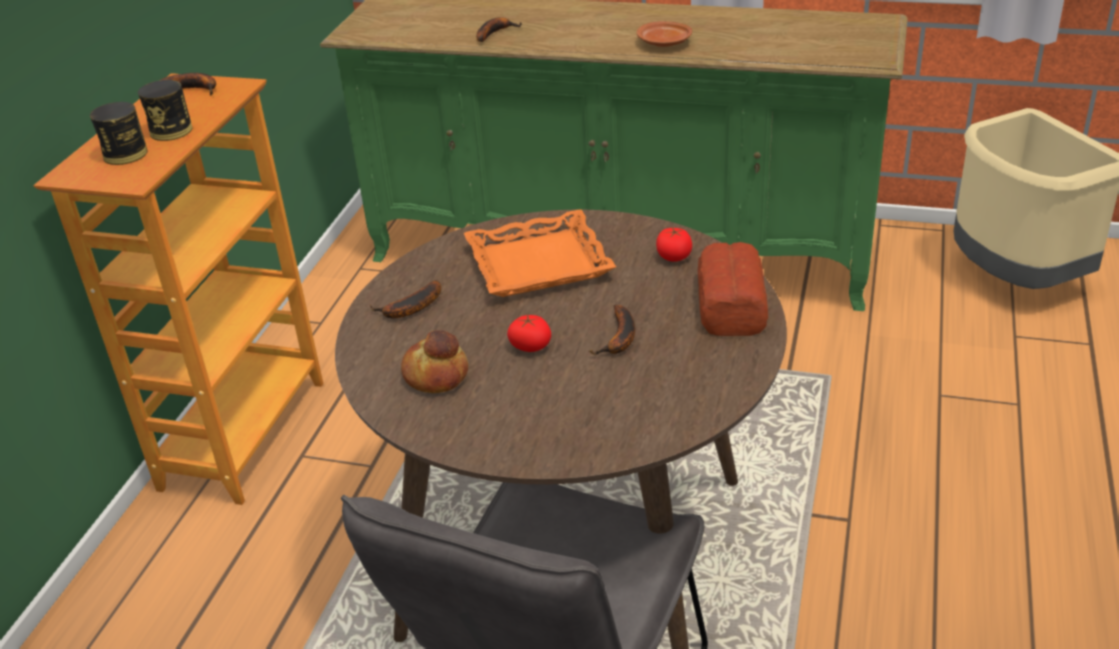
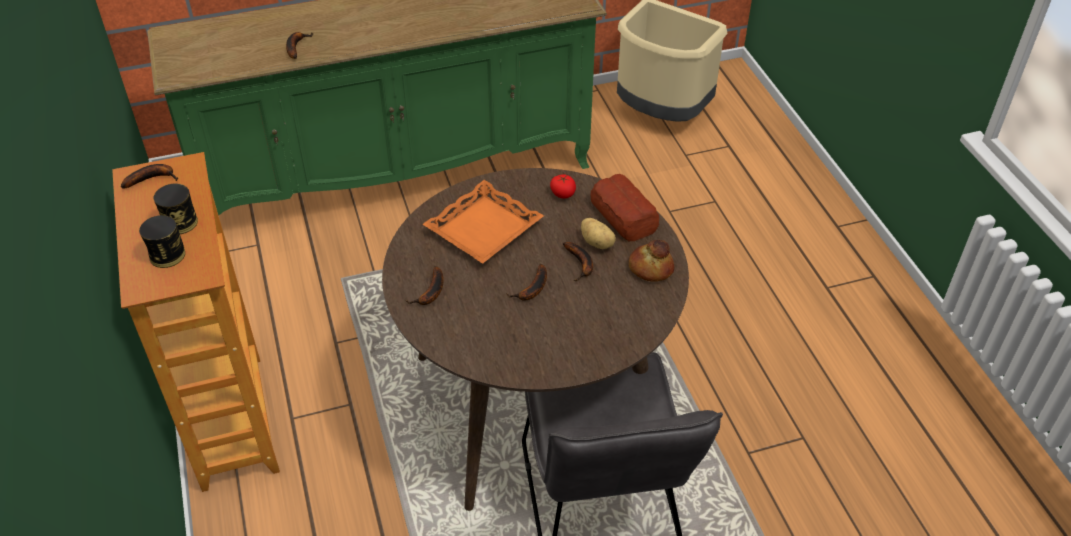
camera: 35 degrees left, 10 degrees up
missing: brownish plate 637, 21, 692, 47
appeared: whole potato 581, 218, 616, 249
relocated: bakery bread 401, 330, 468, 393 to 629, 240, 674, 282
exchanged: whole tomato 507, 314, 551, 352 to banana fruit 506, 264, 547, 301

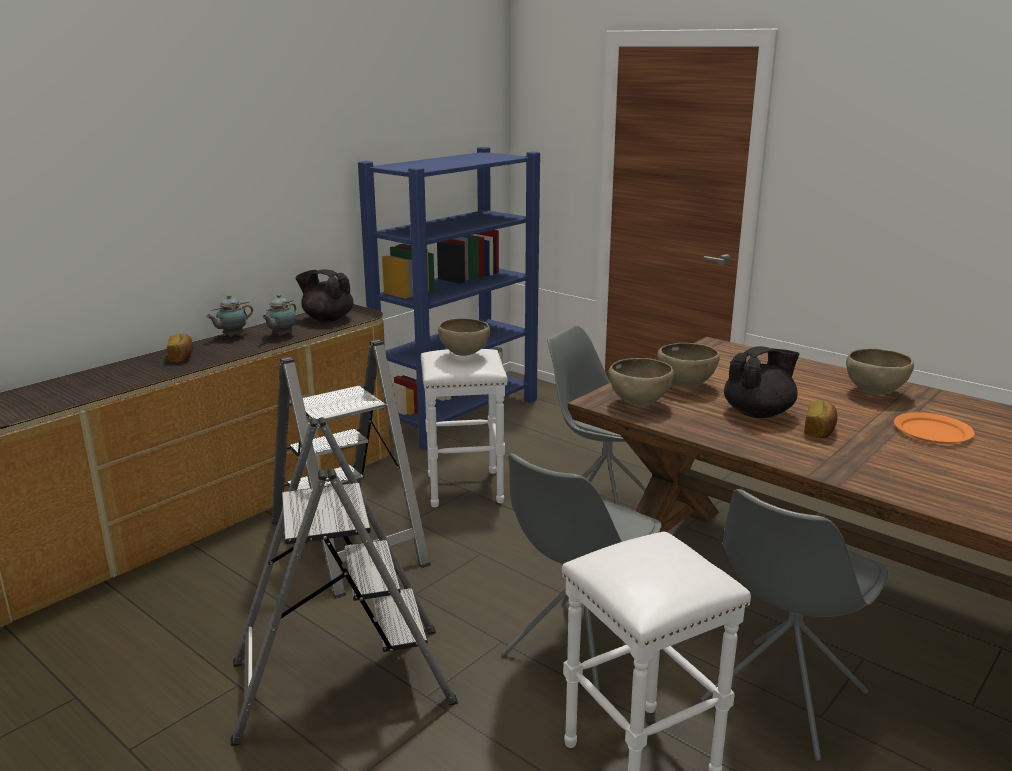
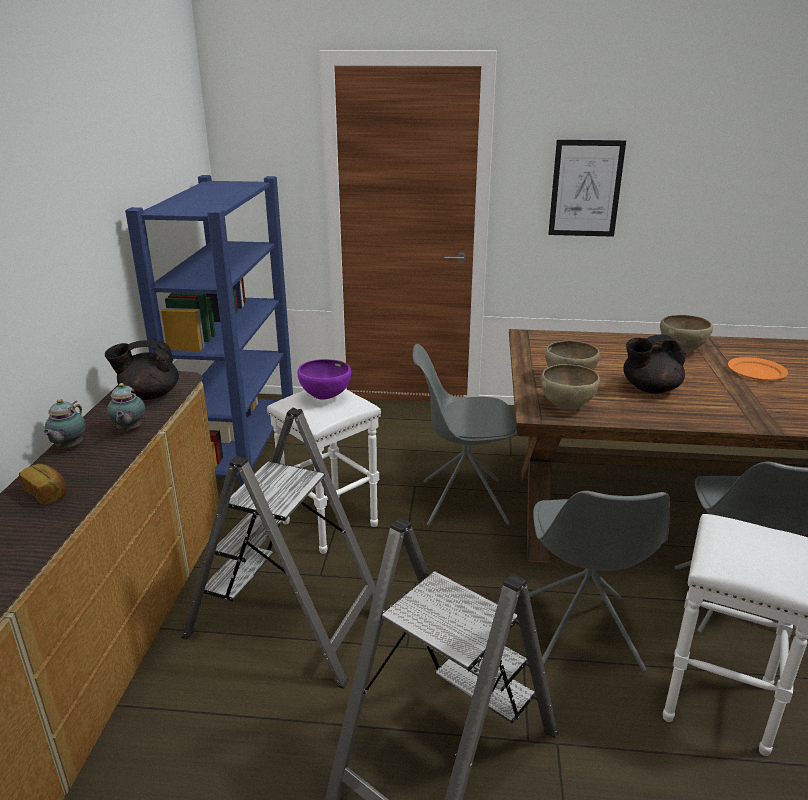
camera: 35 degrees left, 5 degrees up
missing: bakery bread 804, 401, 837, 438
appeared: wall art 548, 140, 626, 237
colour: brownish deep dish 438, 318, 490, 356 to purplish deep dish 297, 359, 351, 400
spun: blackish teapot 724, 346, 800, 418 = 623, 334, 686, 394 135 degrees counterclockwise

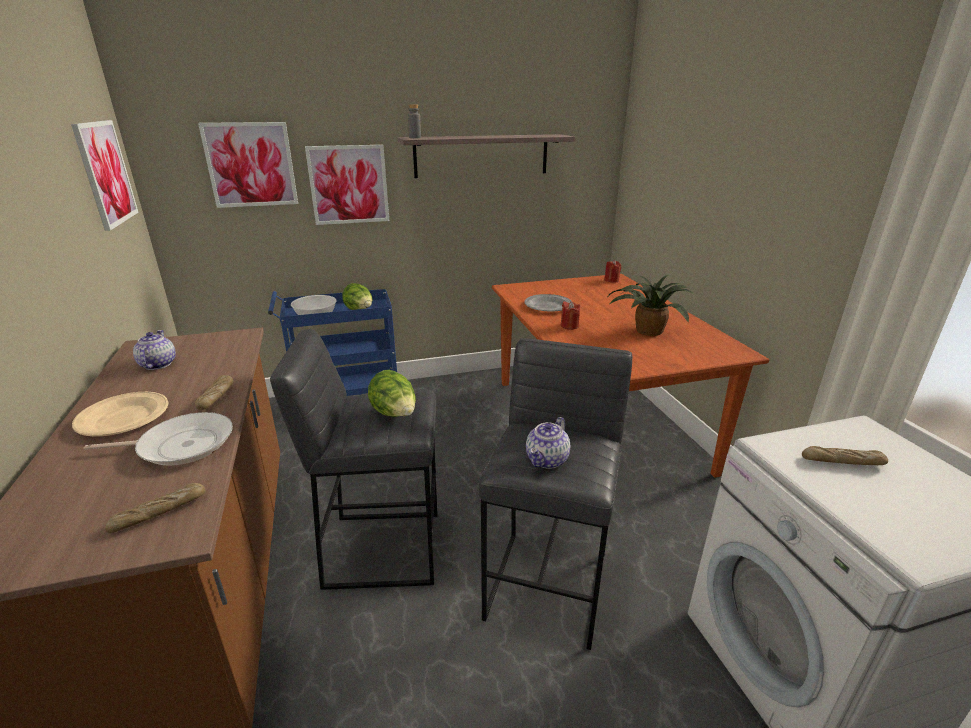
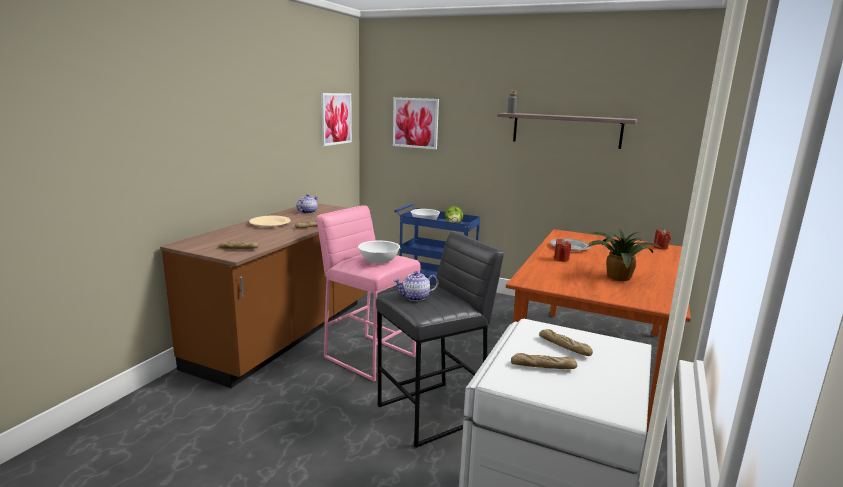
camera: 40 degrees right, 10 degrees down
missing: pan 84, 412, 233, 466; wall art 305, 145, 389, 225
appeared: bakery bread 511, 353, 577, 369
exchanged: lettuce head 368, 370, 416, 417 to whitish deep dish 358, 241, 400, 263
colour: gray stool 270, 329, 437, 590 to pink-coloured stool 317, 206, 421, 382

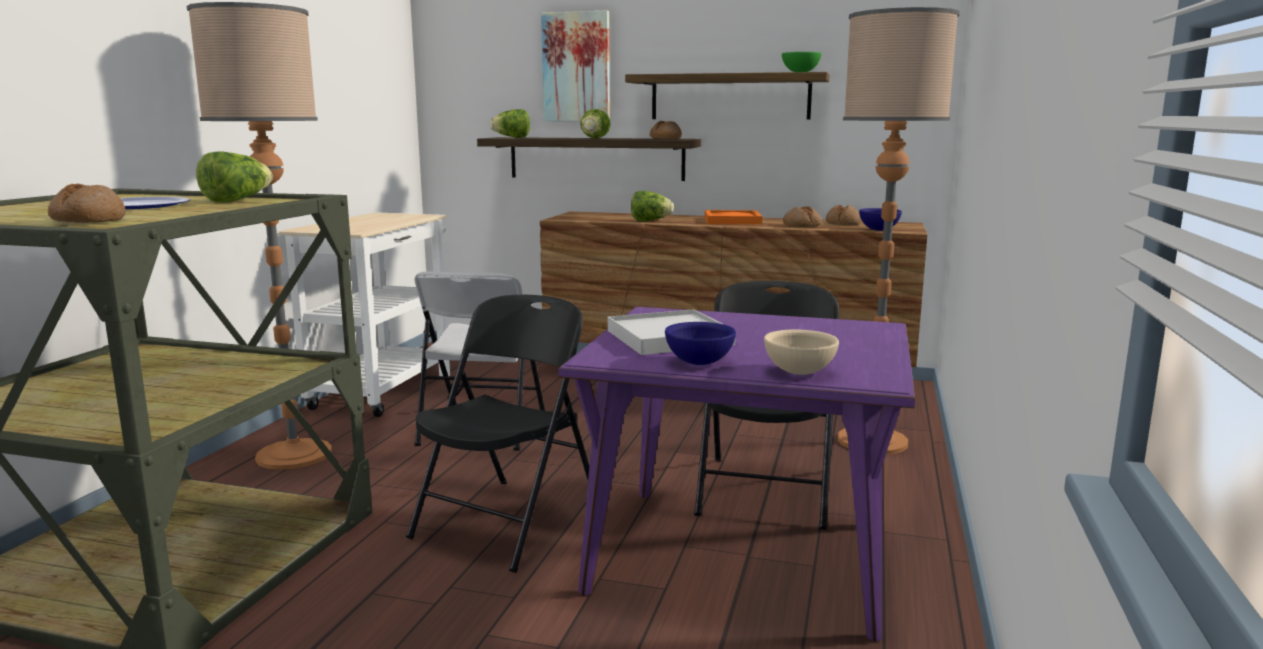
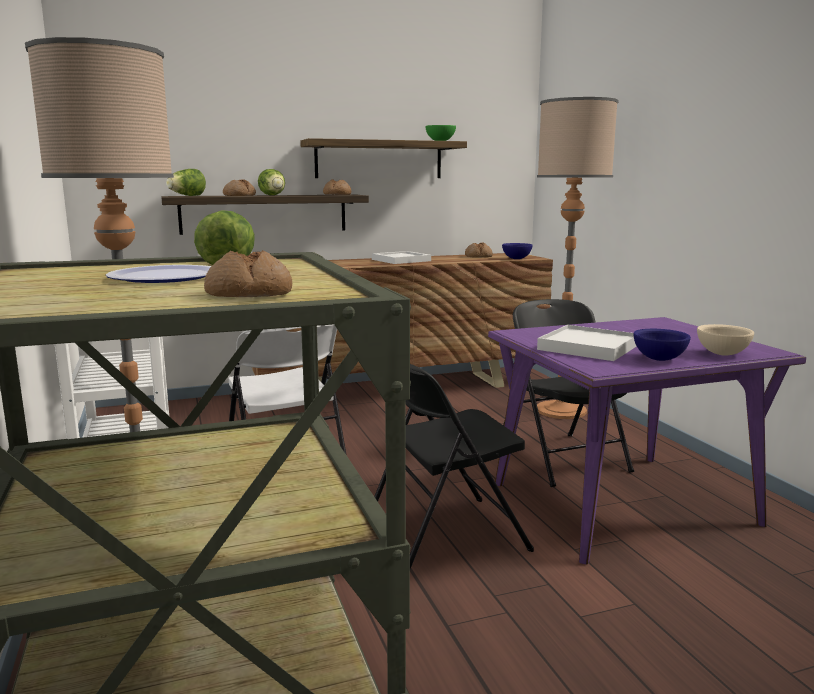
camera: 35 degrees left, 0 degrees up
missing: wall art 541, 10, 610, 121; lettuce head 631, 191, 674, 221
relocated: bakery bread 783, 206, 822, 227 to 223, 179, 256, 196
colour: orangey tray 705, 210, 762, 224 to whitish tray 372, 251, 431, 264
spun: blackish upright chair 406, 295, 589, 573 = 374, 364, 534, 569 105 degrees counterclockwise

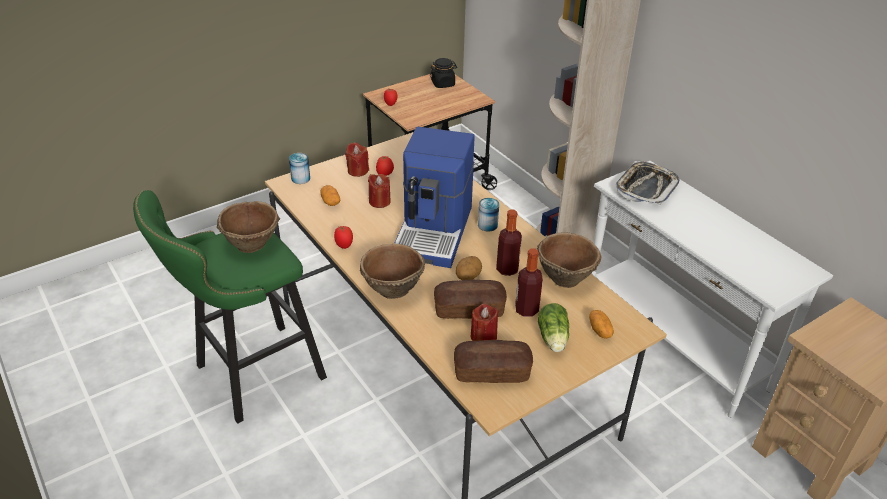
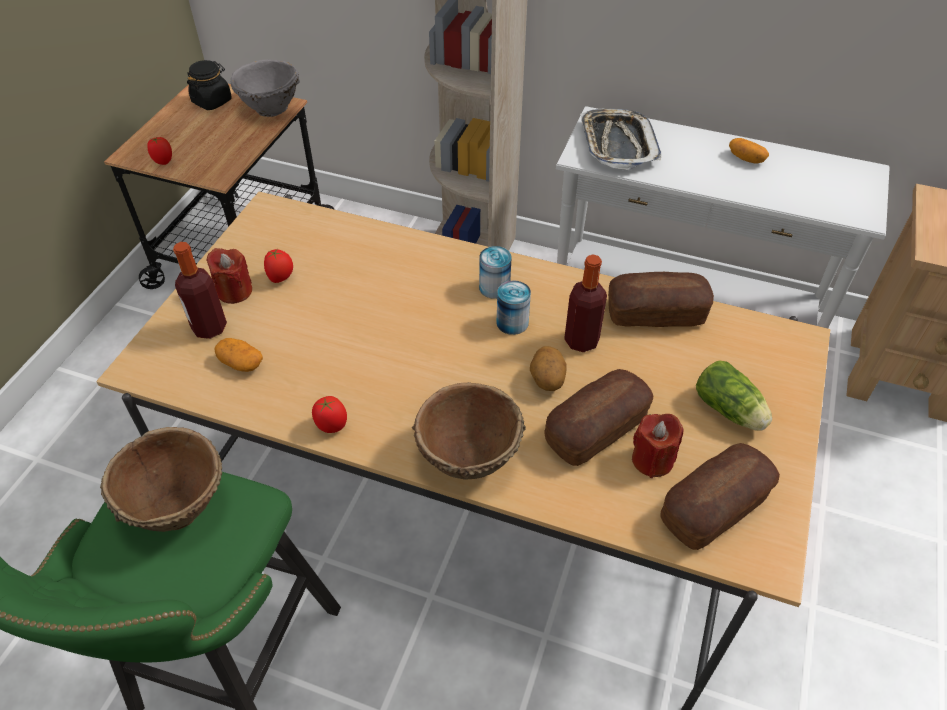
camera: 35 degrees left, 10 degrees up
missing: red-coloured wax candle 368, 174, 391, 208; coffee maker 394, 127, 475, 268
appeared: gray deep dish 231, 59, 300, 117
relocated: drink bottle 515, 248, 543, 317 to 173, 242, 227, 339; metal can 289, 153, 310, 184 to 496, 281, 531, 335; whole potato 589, 310, 614, 339 to 729, 138, 769, 164
exchanged: brownish deep dish 537, 233, 601, 288 to bakery bread 608, 272, 714, 327

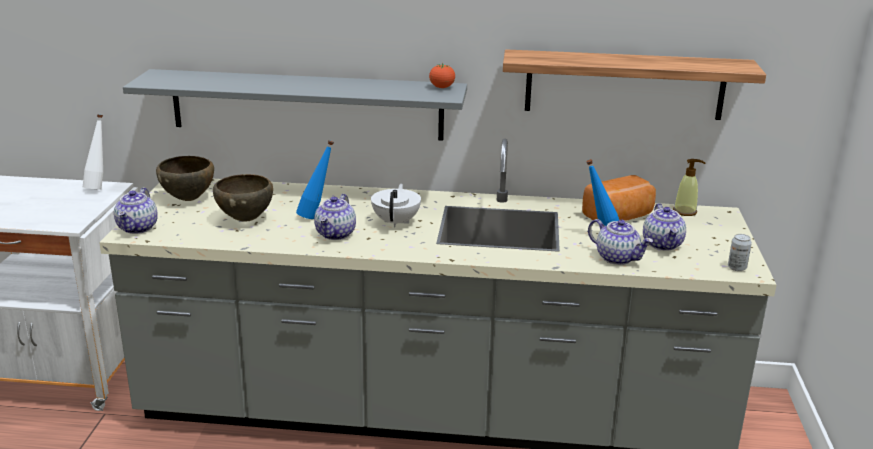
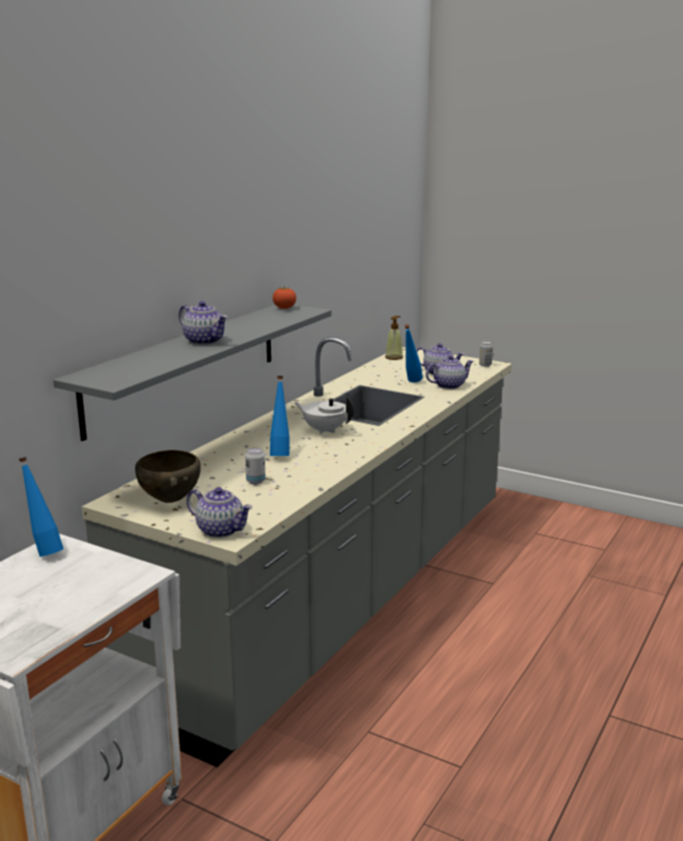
camera: 65 degrees left, 5 degrees down
missing: shelf 503, 49, 766, 120; bakery bread 582, 175, 656, 221
relocated: teapot 314, 194, 356, 240 to 179, 301, 228, 345
exchanged: brownish deep dish 213, 174, 273, 222 to metal can 245, 448, 266, 484
colour: whitish drink bottle 83, 114, 103, 190 to blue-coloured drink bottle 19, 457, 64, 557

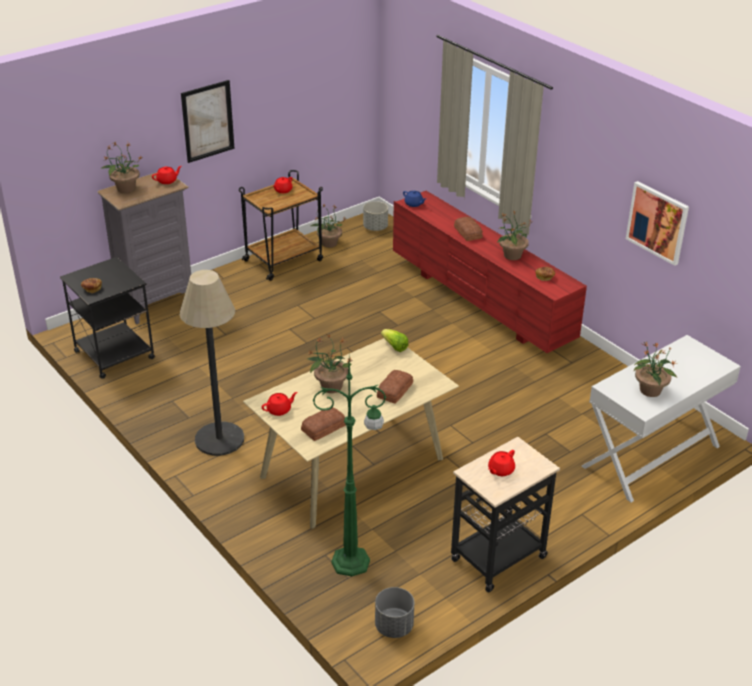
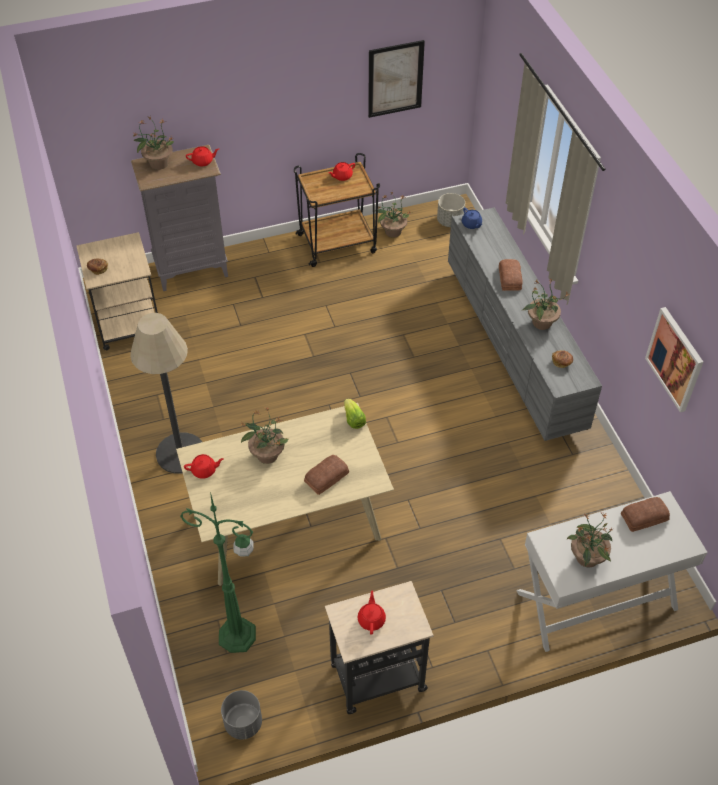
camera: 20 degrees right, 15 degrees up
relocated: wall art 181, 80, 235, 163 to 368, 40, 425, 118; bakery bread 301, 407, 346, 441 to 621, 497, 670, 532
colour: blackish trolley 60, 257, 155, 379 to beige trolley 76, 232, 158, 351; red-coloured cabinet 393, 191, 587, 353 to gray cabinet 448, 208, 602, 441
spun: red-coloured teapot 488, 450, 515, 476 = 358, 591, 386, 635 120 degrees clockwise

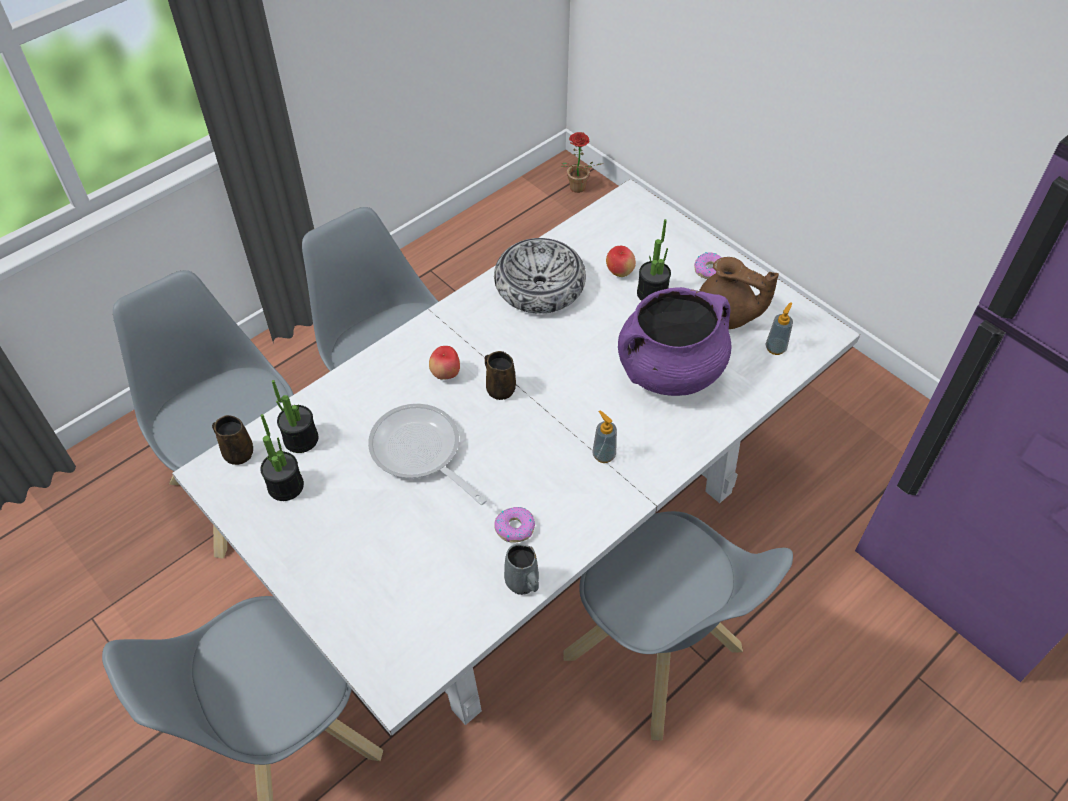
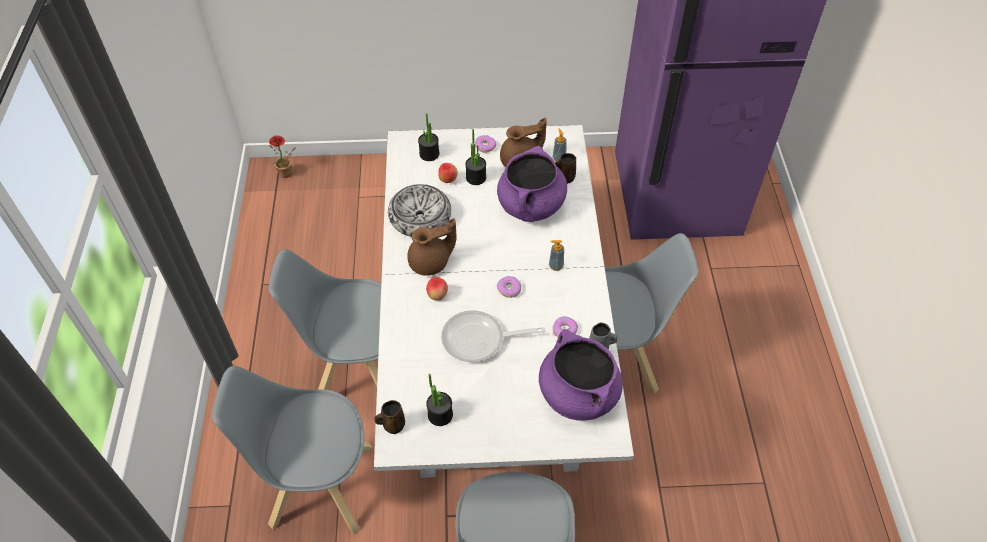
camera: 50 degrees left, 0 degrees up
appeared: brownish teapot 407, 218, 457, 276; donut 497, 276, 521, 298; purplish stockpot 539, 329, 623, 421
relocated: houseplant 272, 380, 318, 453 to 418, 113, 440, 161; brownish coffee mug 485, 351, 516, 400 to 555, 153, 576, 184

